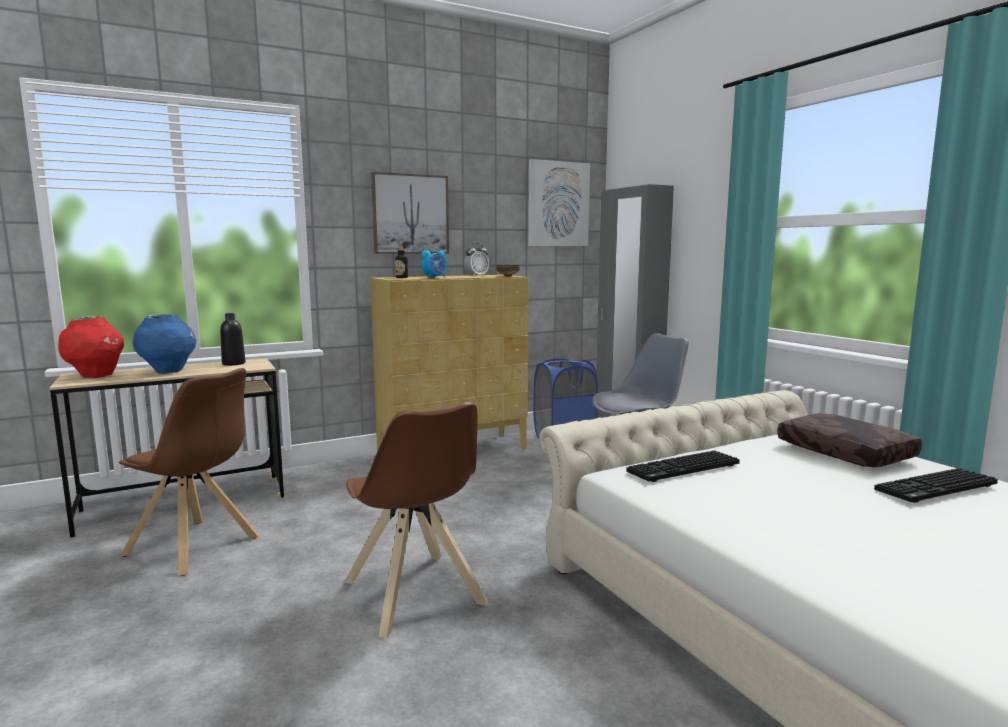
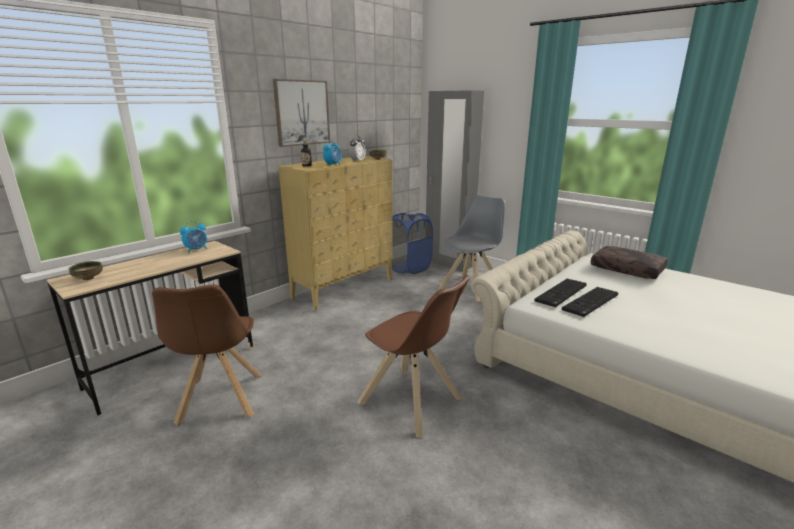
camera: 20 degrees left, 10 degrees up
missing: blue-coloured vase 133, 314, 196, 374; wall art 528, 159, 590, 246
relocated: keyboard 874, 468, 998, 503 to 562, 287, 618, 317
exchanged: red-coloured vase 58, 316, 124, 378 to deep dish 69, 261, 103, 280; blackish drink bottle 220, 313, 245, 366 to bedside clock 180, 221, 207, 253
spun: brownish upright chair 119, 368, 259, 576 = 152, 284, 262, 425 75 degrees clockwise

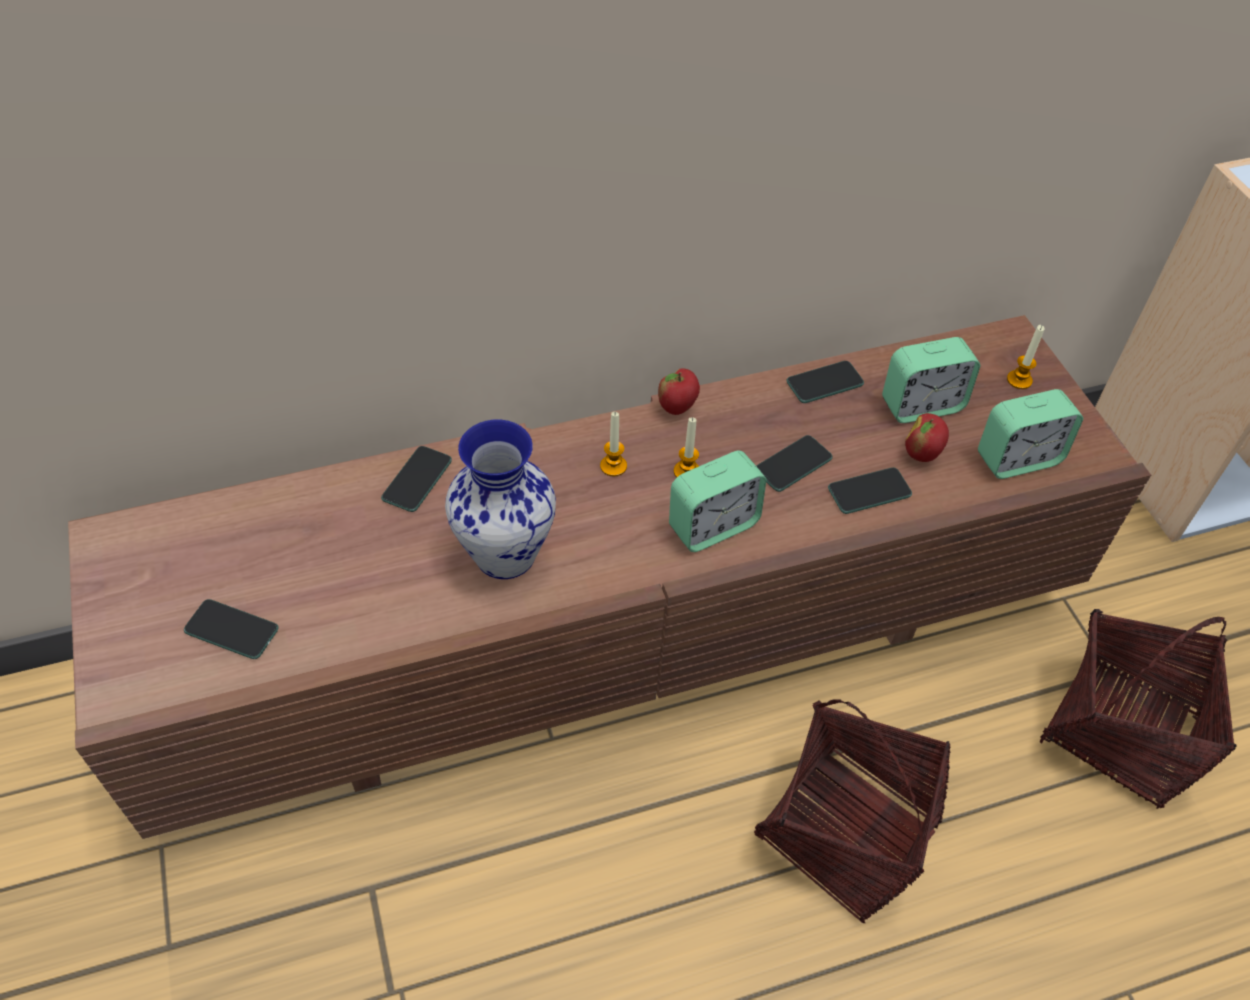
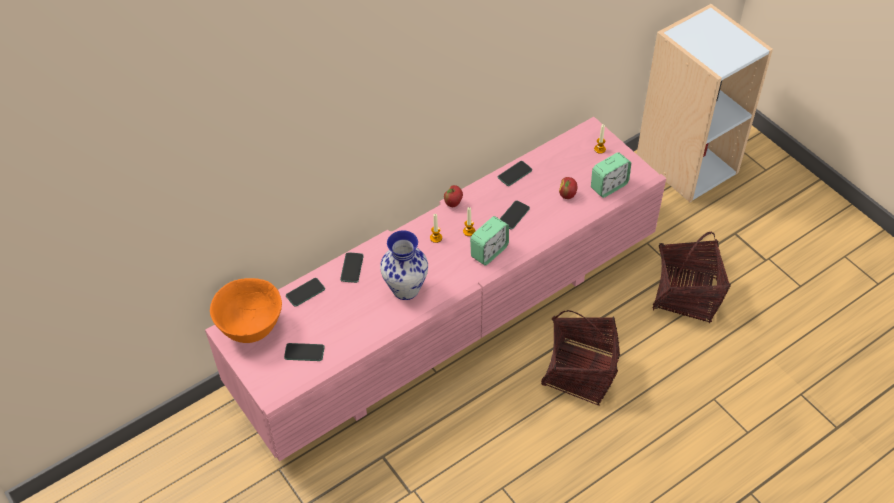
camera: 15 degrees left, 0 degrees up
missing: bedside clock 882, 337, 980, 423
appeared: orangey deep dish 210, 278, 282, 343
relocated: handset 828, 467, 912, 514 to 286, 278, 325, 307
colour: brownish tv stand 68, 315, 1151, 839 to pink-coloured tv stand 205, 117, 666, 461

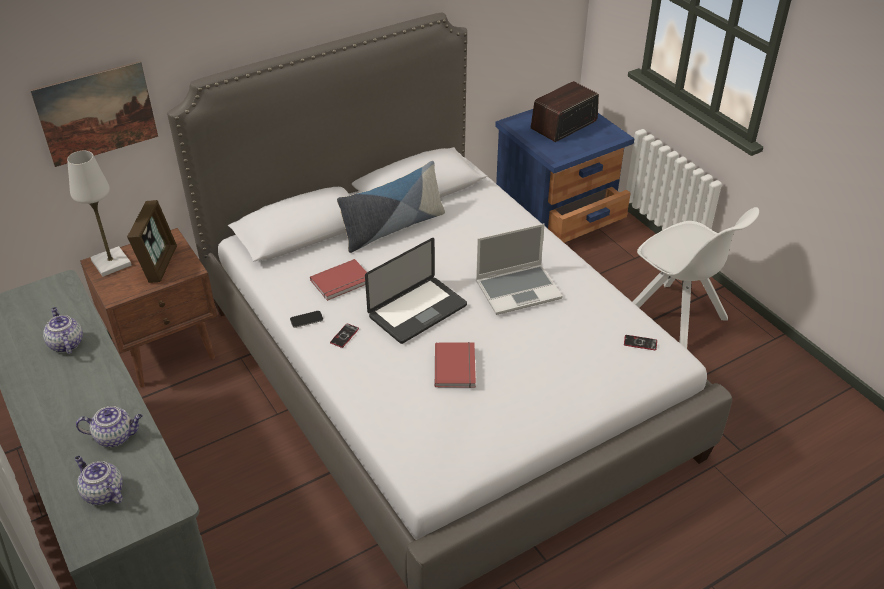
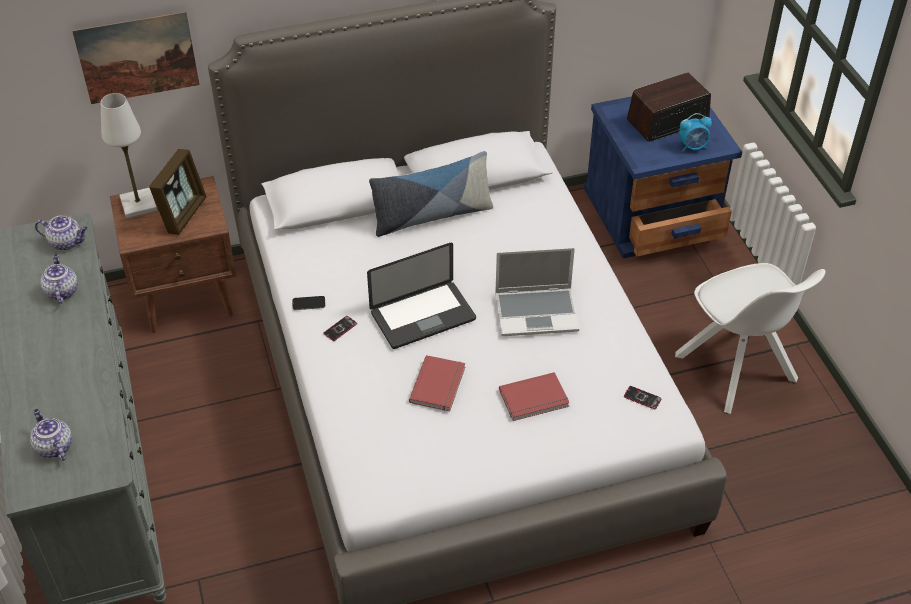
camera: 15 degrees right, 5 degrees up
appeared: bedside clock 679, 113, 712, 152
relocated: teapot 76, 406, 143, 447 to 35, 215, 88, 250; red-coloured book 310, 259, 367, 301 to 499, 372, 570, 421

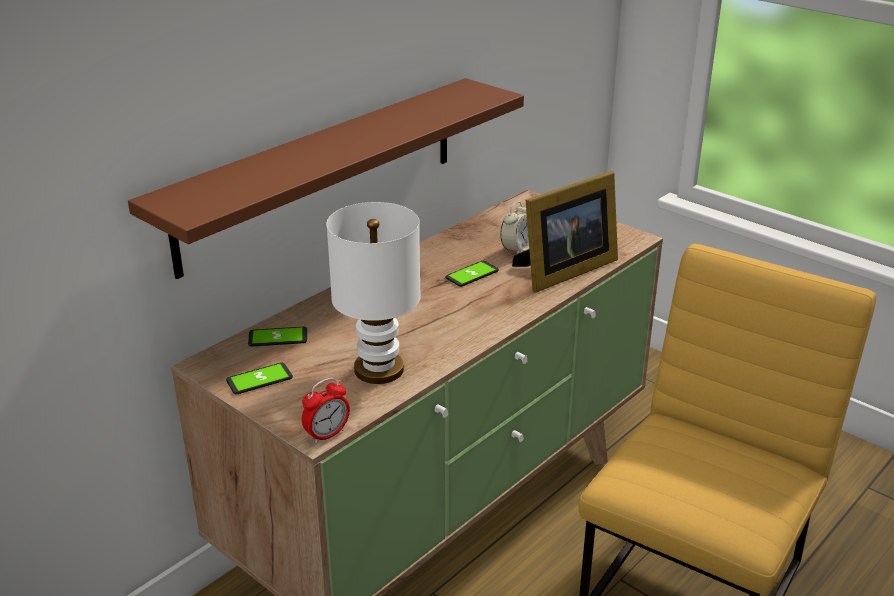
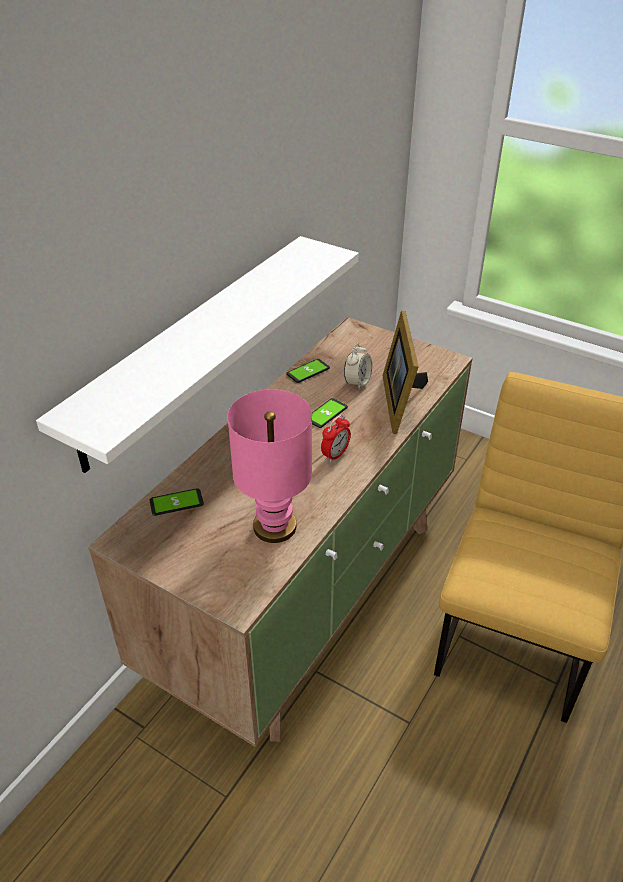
camera: 10 degrees left, 10 degrees up
relocated: handset 226, 363, 293, 394 to 286, 359, 330, 383; bedside clock 302, 377, 350, 444 to 321, 415, 351, 463
colour: brownish shelf 128, 78, 524, 279 to whitish shelf 36, 236, 359, 473; whitish table lamp 326, 202, 421, 384 to pink-coloured table lamp 227, 389, 312, 543
spun: standing frame 512, 171, 618, 293 = 382, 311, 428, 434 135 degrees clockwise

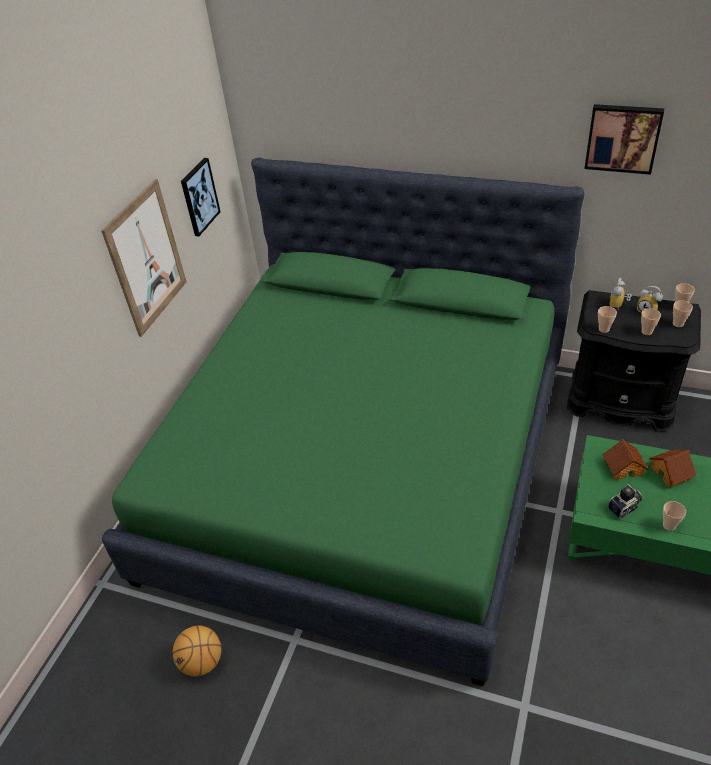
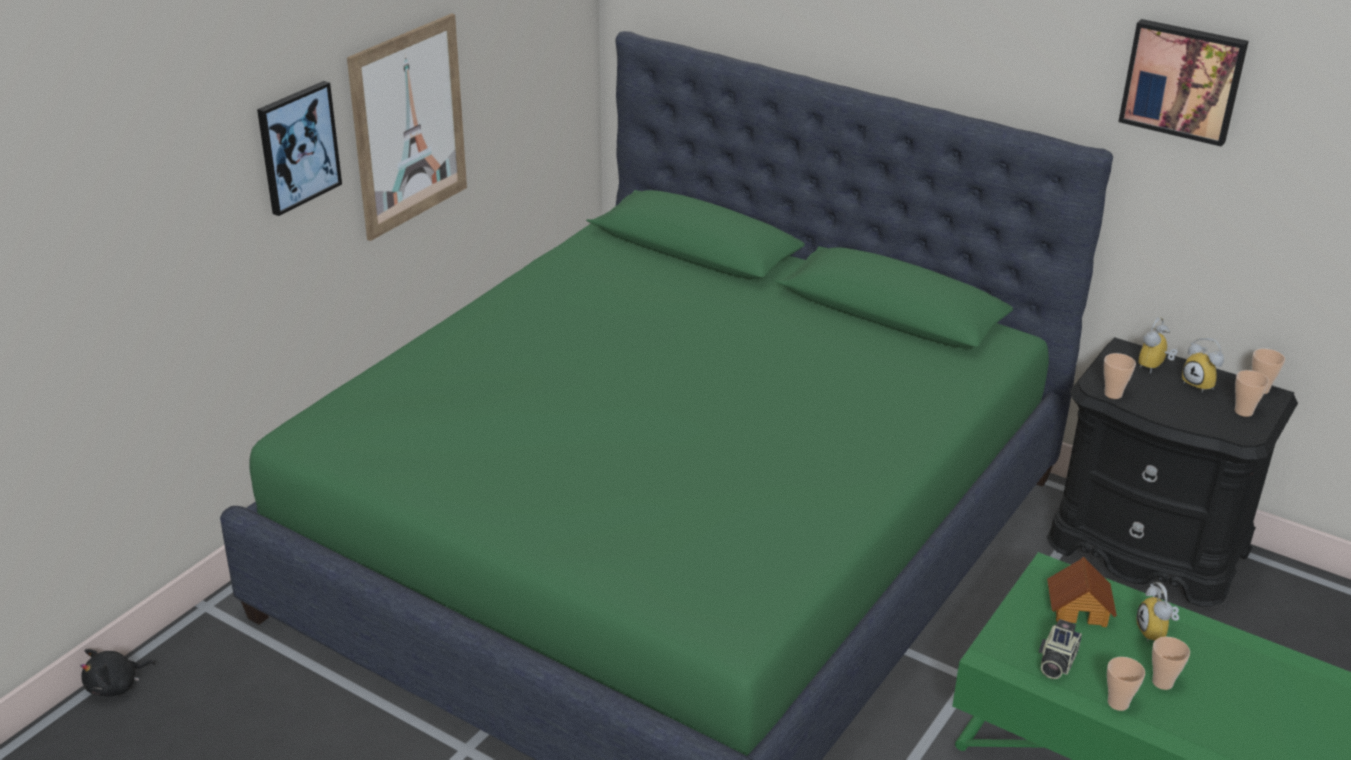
camera: 10 degrees right, 10 degrees down
missing: ball for basketball 172, 625, 222, 676
appeared: blackish cuddly toy 80, 649, 155, 696
relocated: wall art 181, 158, 221, 237 to 257, 81, 342, 216; small cup 641, 308, 661, 335 to 1152, 637, 1190, 690
exchanged: model house 649, 450, 696, 488 to bedside clock 1136, 582, 1179, 642
spun: photo camera 608, 484, 643, 519 = 1039, 619, 1082, 679 135 degrees clockwise

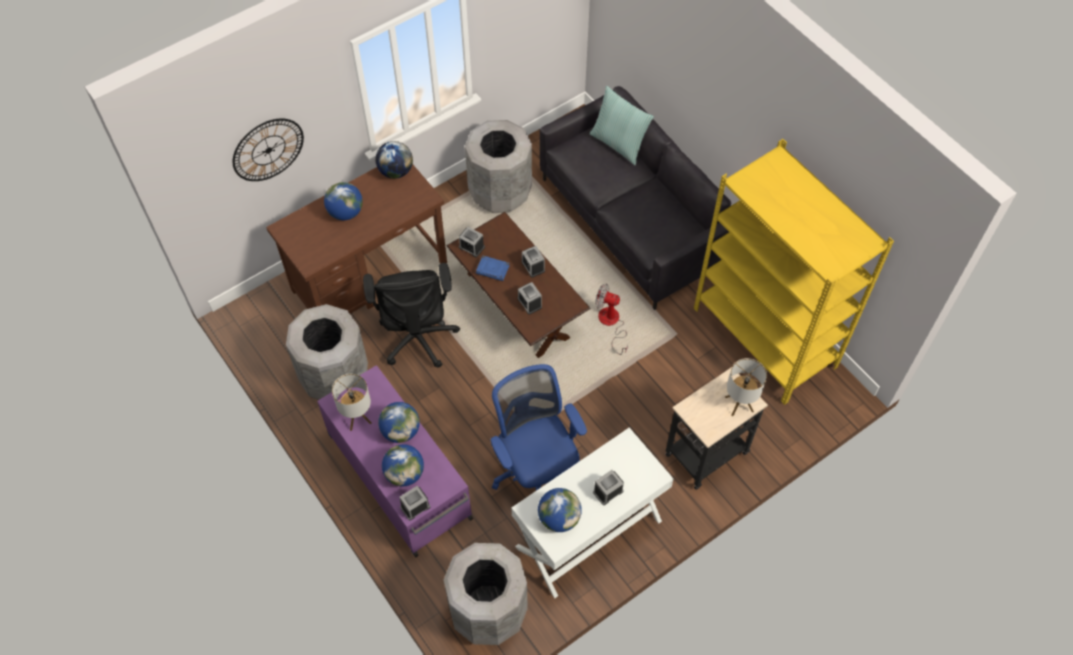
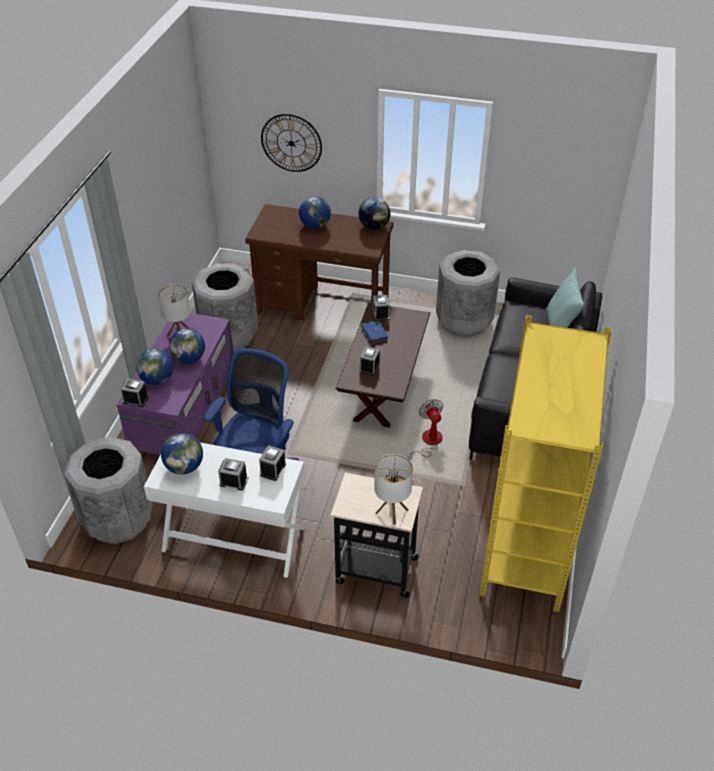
camera: 50 degrees right, 15 degrees down
missing: blackish desk chair 363, 263, 460, 368
relocated: bedside clock 522, 246, 545, 278 to 259, 445, 286, 481

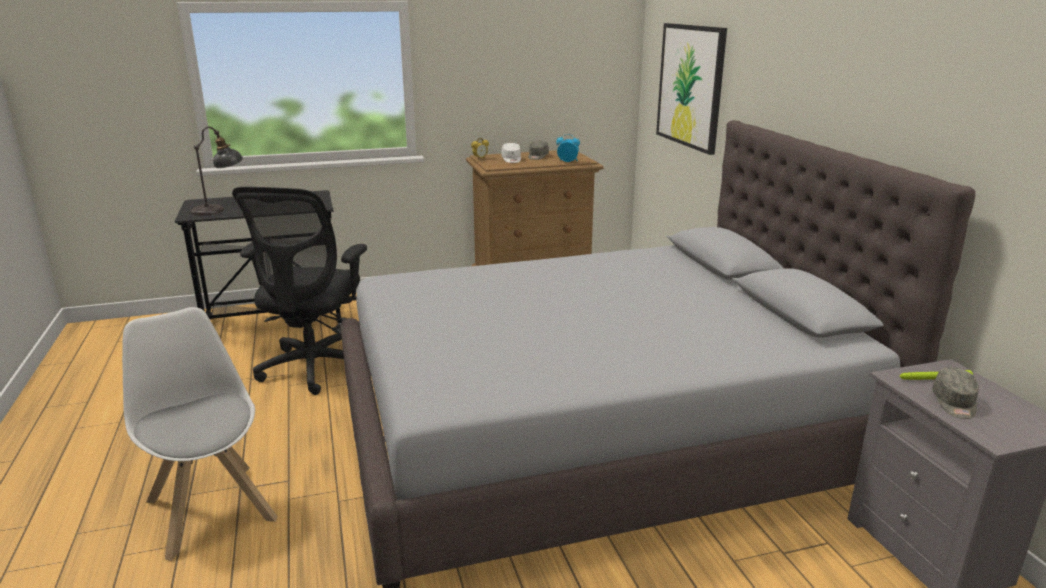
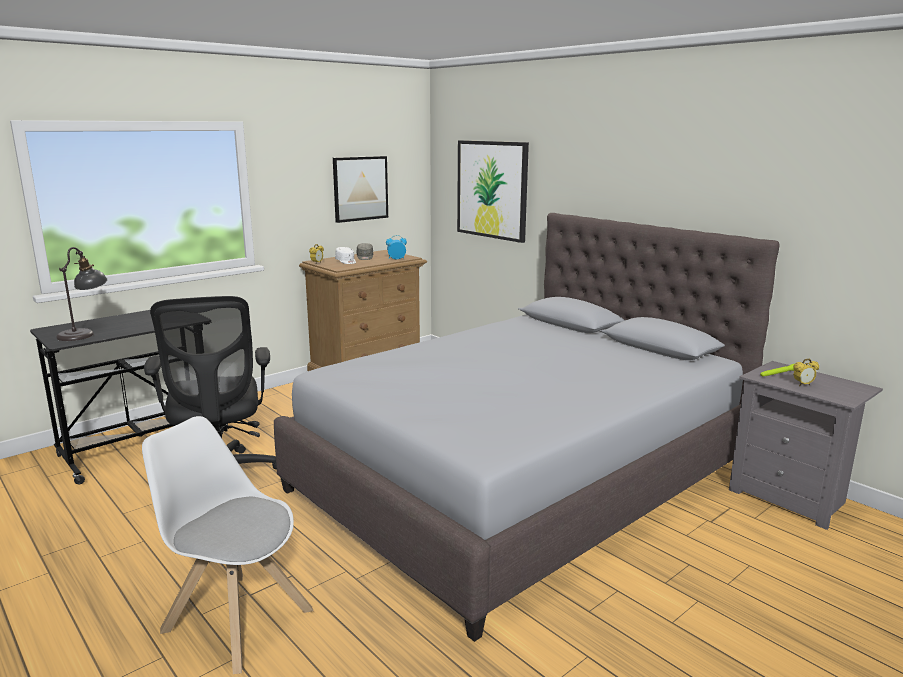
camera: 25 degrees left, 5 degrees down
appeared: wall art 333, 156, 388, 223
exchanged: gray peaked cap 932, 367, 979, 419 to bedside clock 793, 359, 819, 386

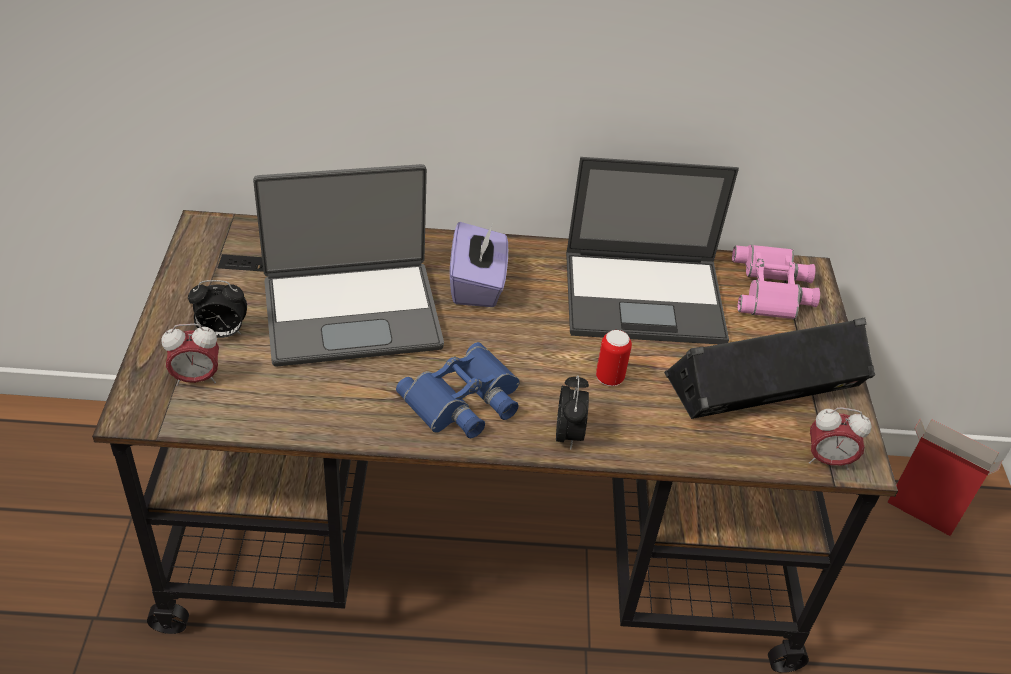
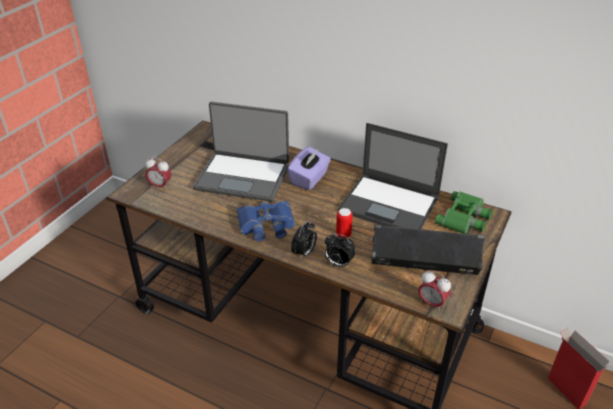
camera: 30 degrees right, 5 degrees down
relocated: bedside clock 188, 280, 247, 338 to 325, 233, 356, 267
colour: pink-coloured pair of binoculars 732, 245, 820, 319 to green pair of binoculars 435, 191, 493, 234

